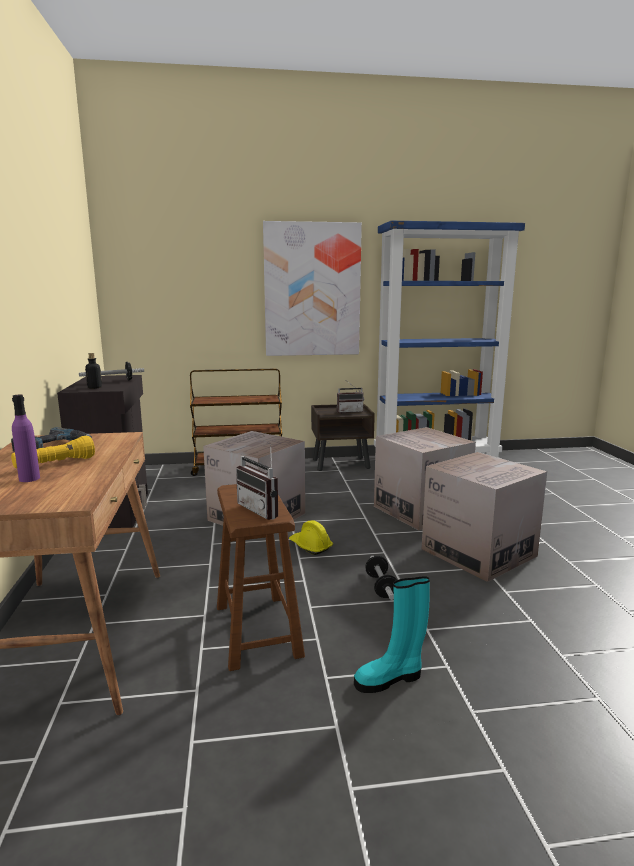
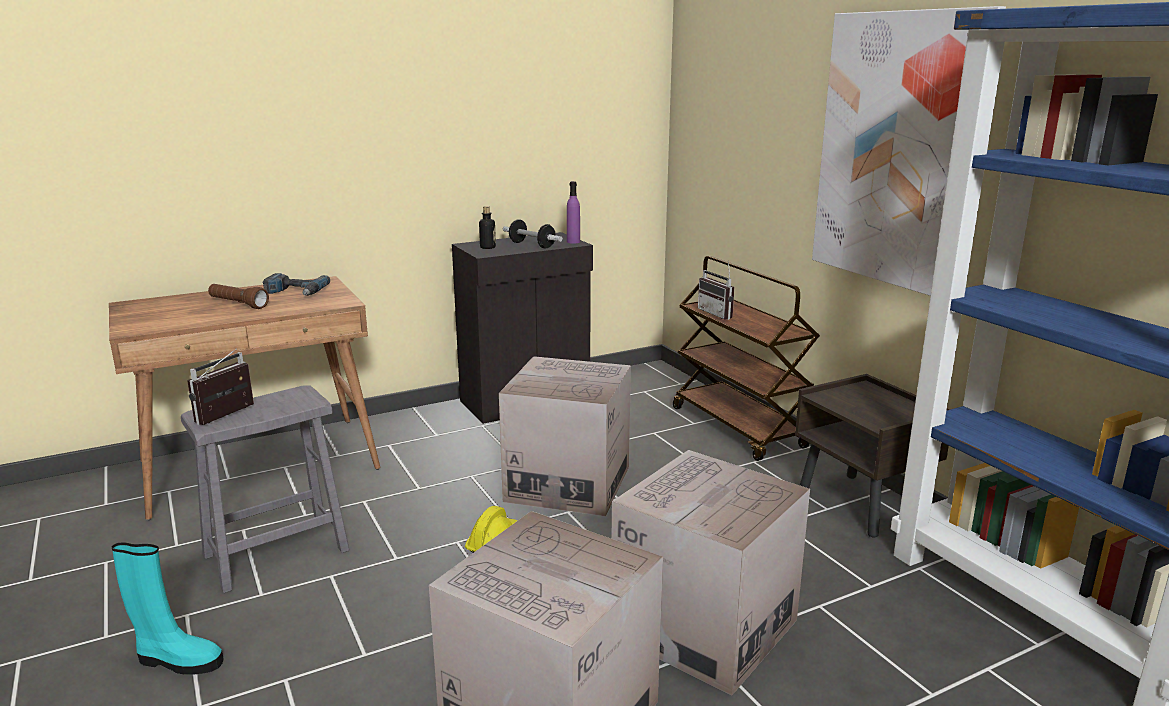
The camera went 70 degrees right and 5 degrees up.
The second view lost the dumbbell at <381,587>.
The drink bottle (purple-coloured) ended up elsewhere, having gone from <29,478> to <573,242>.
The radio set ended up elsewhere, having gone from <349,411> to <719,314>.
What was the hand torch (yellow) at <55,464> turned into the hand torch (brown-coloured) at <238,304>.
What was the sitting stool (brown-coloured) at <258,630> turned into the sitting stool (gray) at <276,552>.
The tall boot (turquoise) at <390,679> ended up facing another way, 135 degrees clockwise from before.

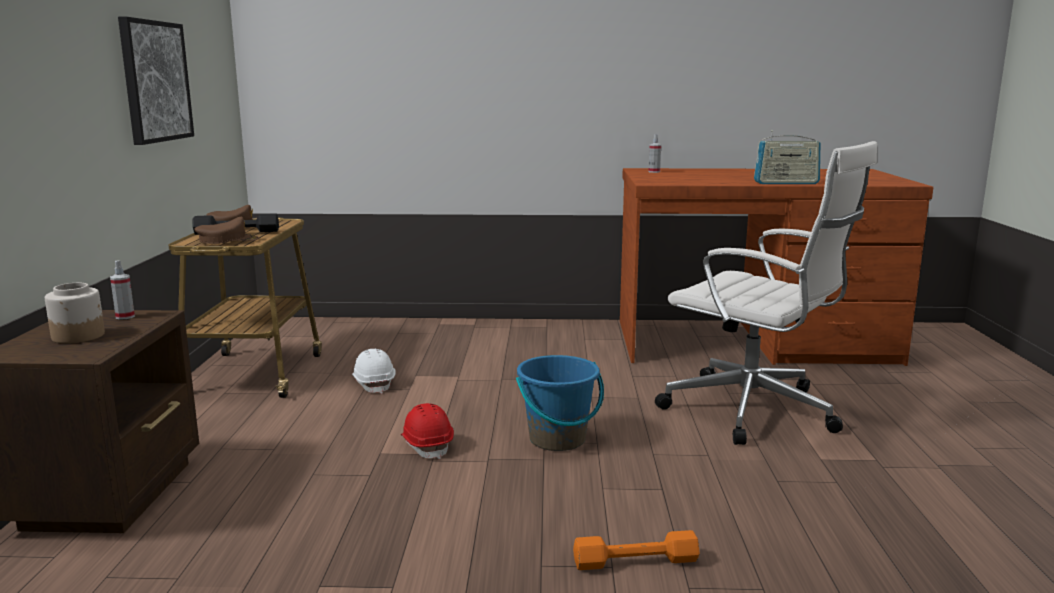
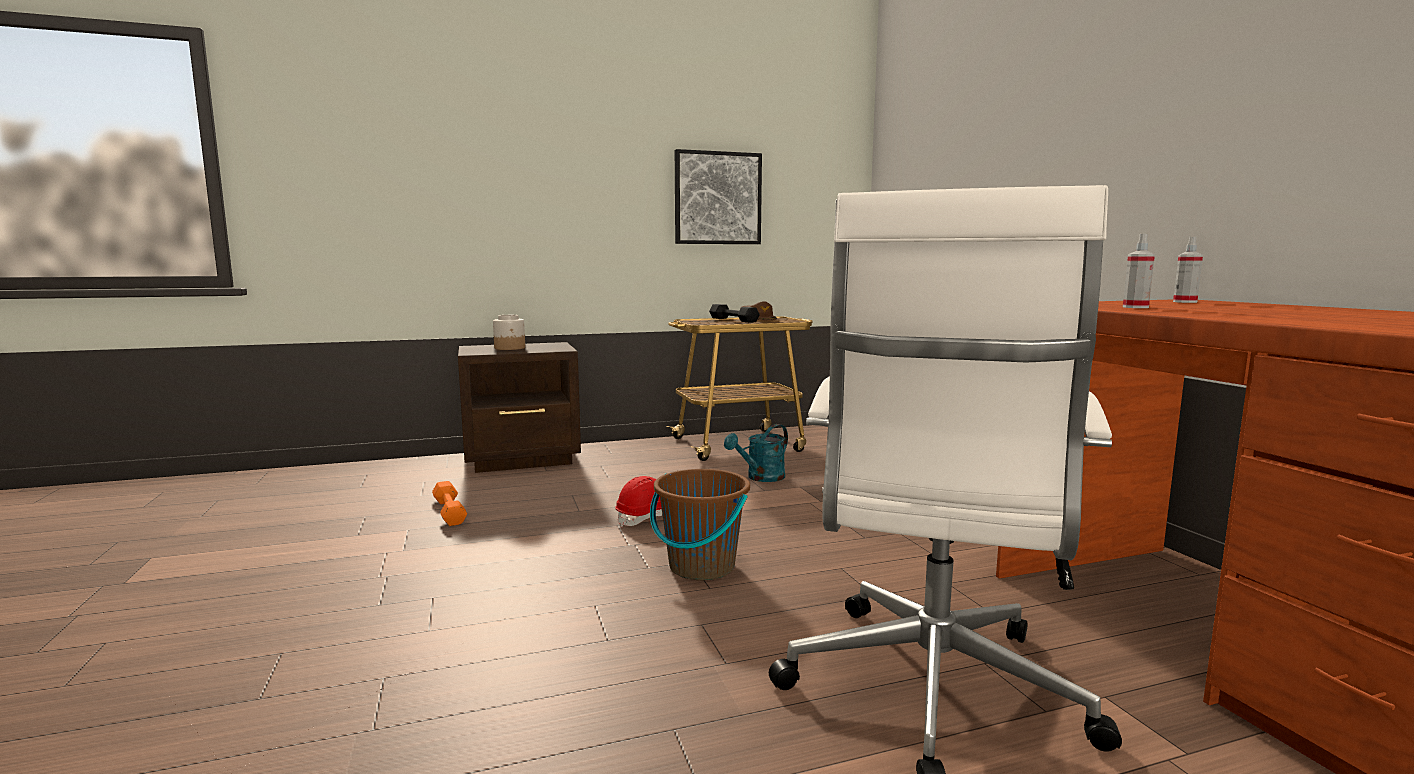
The camera went 70 degrees right and 5 degrees down.
The second view lost the baseball cap (brown-coloured) at <227,240>.
The second view lost the radio set at <786,183>.
The hand sprayer ended up elsewhere, having gone from <125,316> to <1135,307>.
The dumbbell (orange) ended up elsewhere, having gone from <635,561> to <450,511>.
Where the work helmet (white-coloured) stood at <374,384>, the sprinkling can (turquoise) came to stand at <761,478>.
What was the pail (blue) at <557,439> turned into the pail (brown-coloured) at <701,567>.

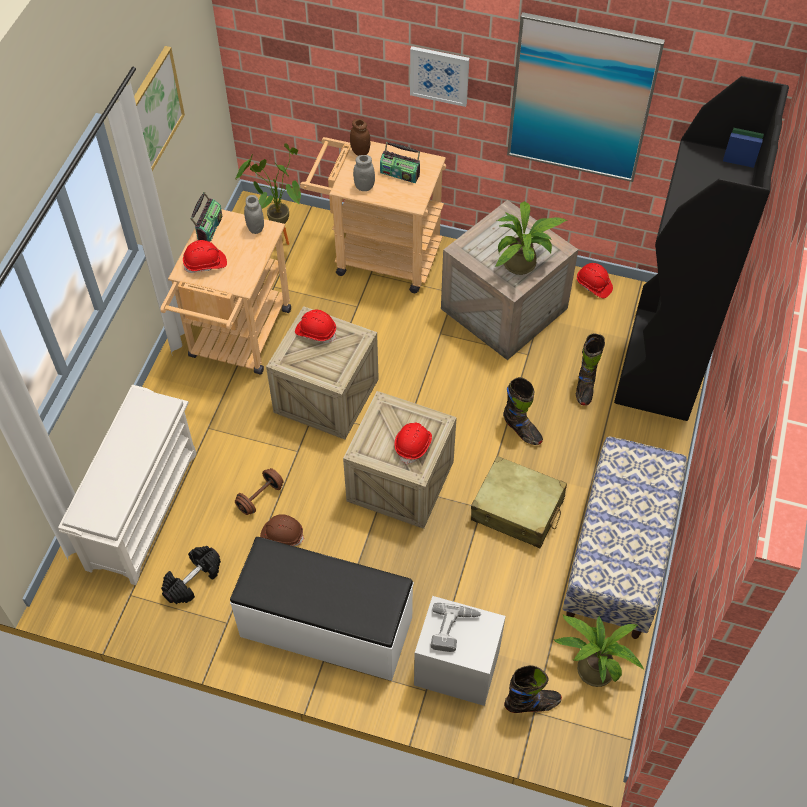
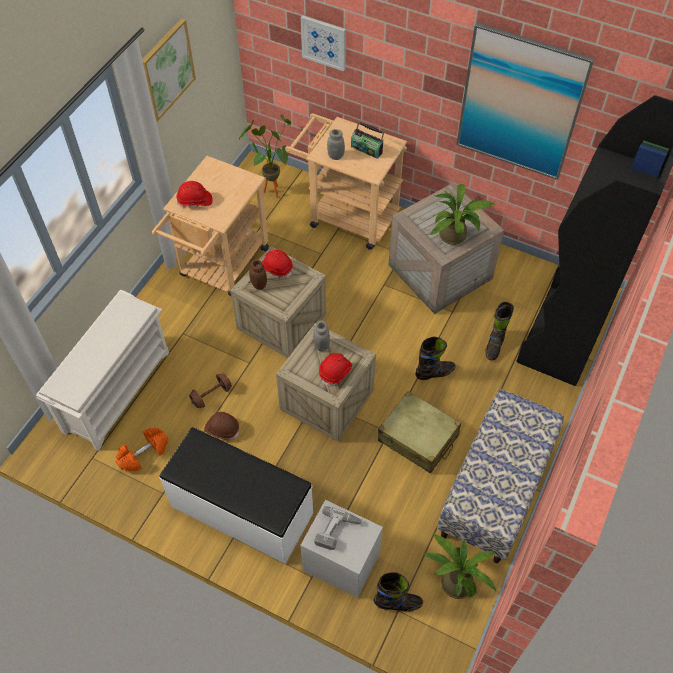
The camera went 10 degrees right and 0 degrees up.
The second view lost the radio set at <209,228>.
The second view lost the work helmet (red) at <593,285>.
The jar (gray) ended up elsewhere, having gone from <255,228> to <321,345>.
The jar (brown-coloured) ended up elsewhere, having gone from <360,152> to <259,285>.
The wall art ended up elsewhere, having gone from <439,75> to <324,42>.
What was the dumbbell (blackish) at <193,580> turned into the dumbbell (orange) at <144,454>.
The tall boot (blackish) at <522,430> ended up facing another way, 75 degrees counterclockwise from before.

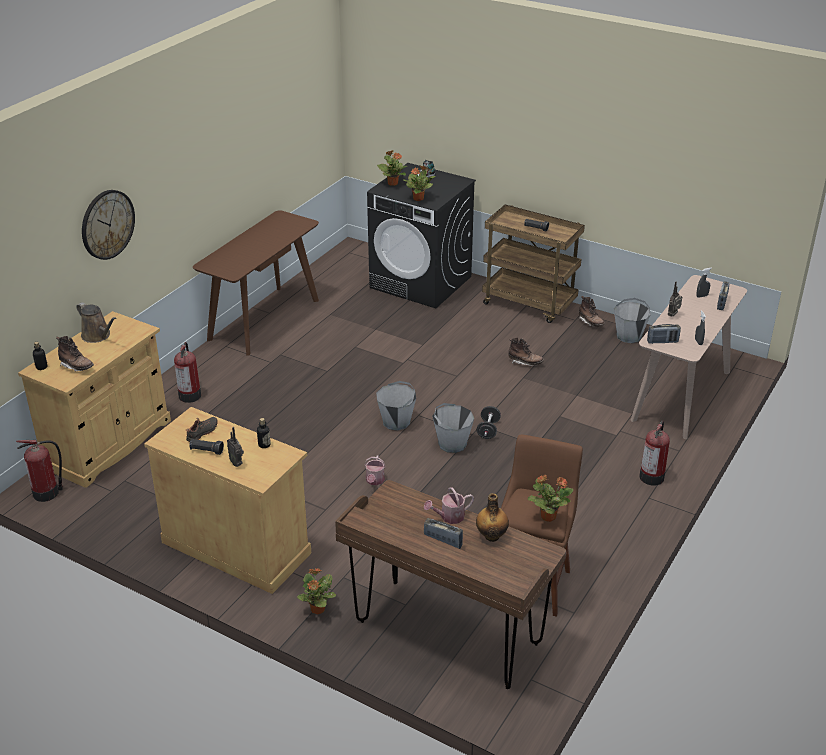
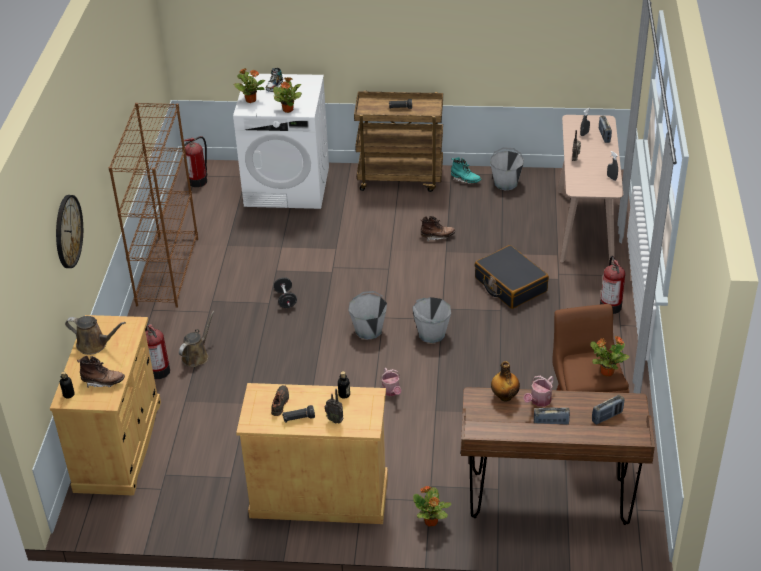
The camera went 25 degrees left and 5 degrees up.
The second view gained the sprinkling can (brown-coloured) at <196,356>.
The second view gained the suitcase (blackish) at <510,285>.
The fire extinguisher ended up elsewhere, having gone from <47,492> to <198,181>.
The drink bottle ended up elsewhere, having gone from <491,536> to <504,396>.
The dumbbell (blackish) ended up elsewhere, having gone from <488,430> to <285,299>.
The radio set ended up elsewhere, having gone from <662,341> to <607,416>.
Where the narrow table (brown-coloured) stood at <263,319>, the shelving unit (brown-coloured) came to stand at <167,271>.
What was the laundry machine (blackish) at <421,282> turned into the laundry machine (white-coloured) at <287,186>.
What was the tall boot (brown-coloured) at <590,322> turned into the tall boot (turquoise) at <465,180>.

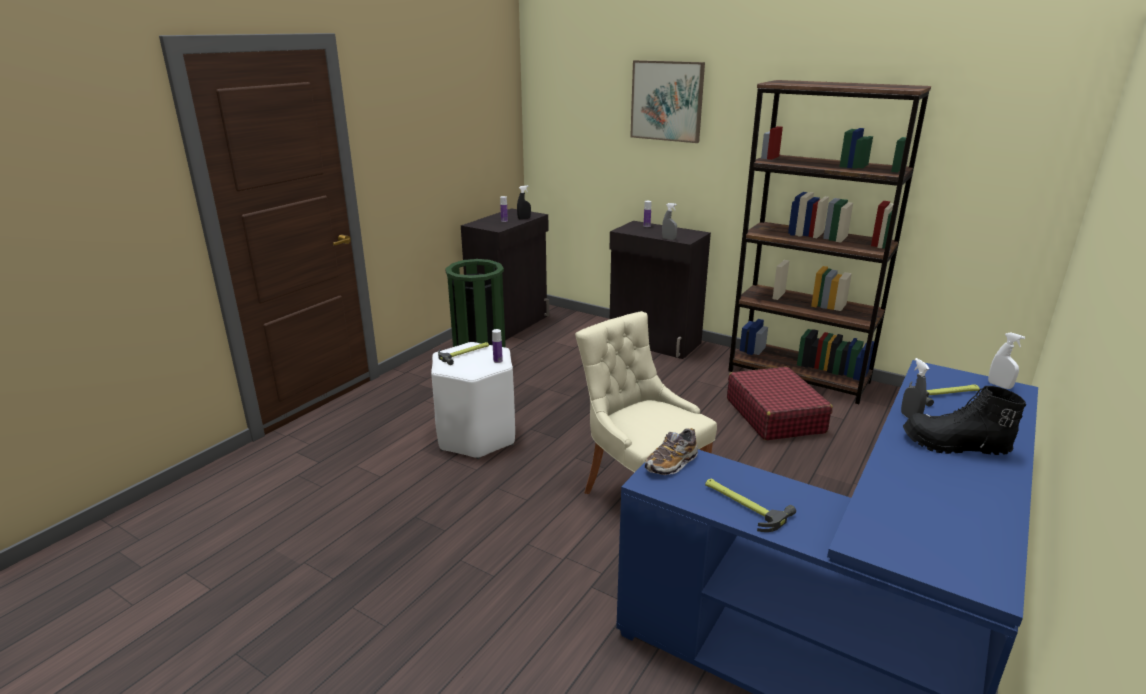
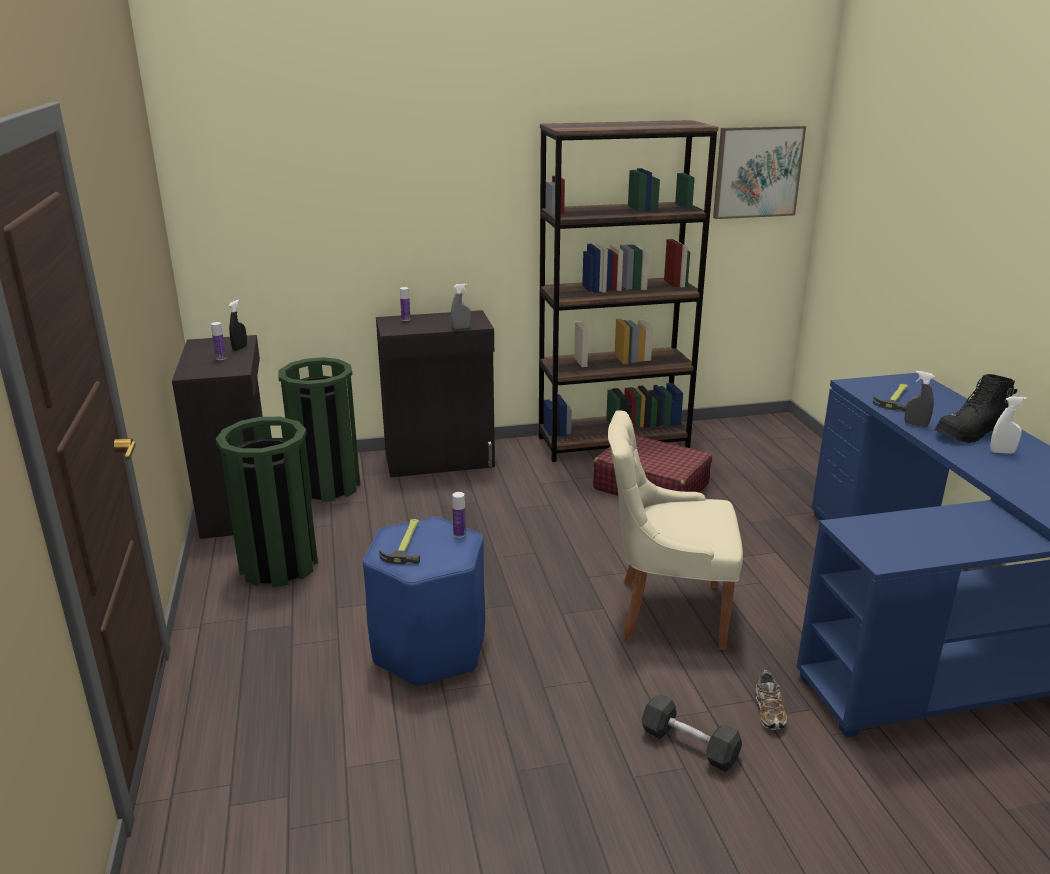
The camera went 45 degrees left and 0 degrees up.
The second view lost the tool hammer at <743,504>.
The second view gained the waste bin (greenish) at <327,486>.
The second view gained the dumbbell (gray) at <689,745>.
The wall art ended up elsewhere, having gone from <667,101> to <757,172>.
The shoe ended up elsewhere, having gone from <671,463> to <769,711>.
The hand sprayer (white-coloured) ended up elsewhere, having gone from <999,385> to <1002,452>.
What was the sitting stool (white-coloured) at <476,436> turned into the sitting stool (blue) at <429,649>.

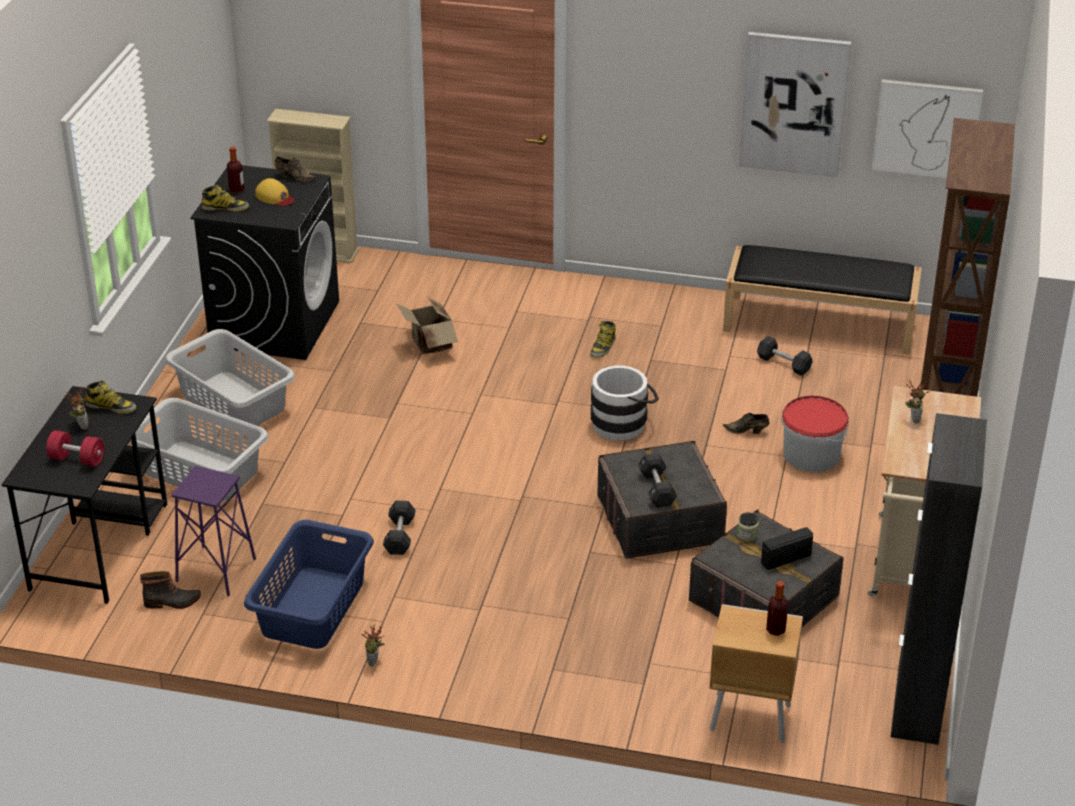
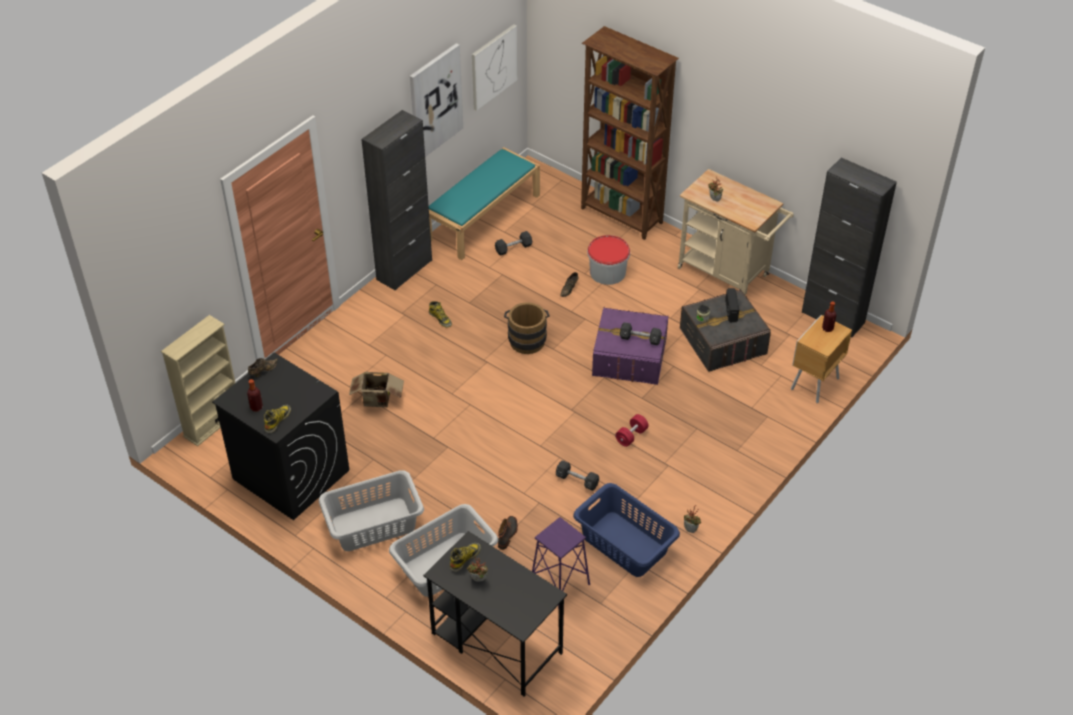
The camera went 65 degrees left and 10 degrees up.
The second view lost the baseball cap (yellow) at <275,197>.
The second view gained the storage cabinet (blackish) at <404,270>.
The dumbbell (red) ended up elsewhere, having gone from <77,459> to <631,436>.
The tall boot ended up elsewhere, having gone from <172,602> to <508,534>.
What was the pail (white-coloured) at <623,423> turned into the pail (brown-coloured) at <526,338>.
What was the storage bin (gray) at <659,519> turned into the storage bin (purple-coloured) at <629,357>.
What was the indoor bench (blackish) at <820,323> turned into the indoor bench (turquoise) at <483,217>.

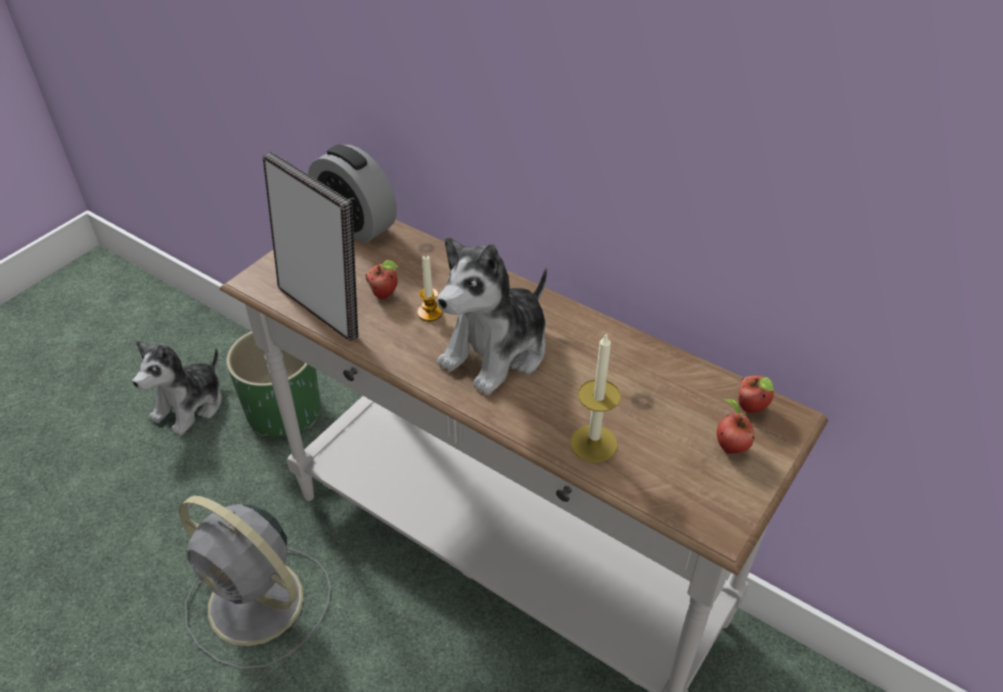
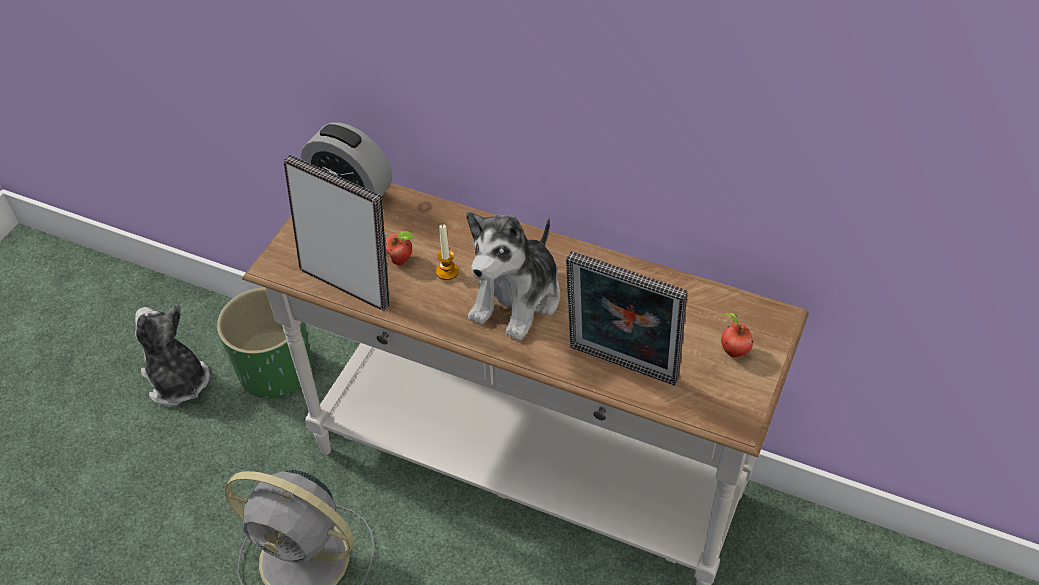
The camera went 10 degrees left and 5 degrees up.
The second view lost the whole apple at <752,408>.
Where the wax light stood at <593,443>, the photo frame came to stand at <620,368>.
The cuddly toy at <190,406> ended up facing another way, 120 degrees clockwise from before.

